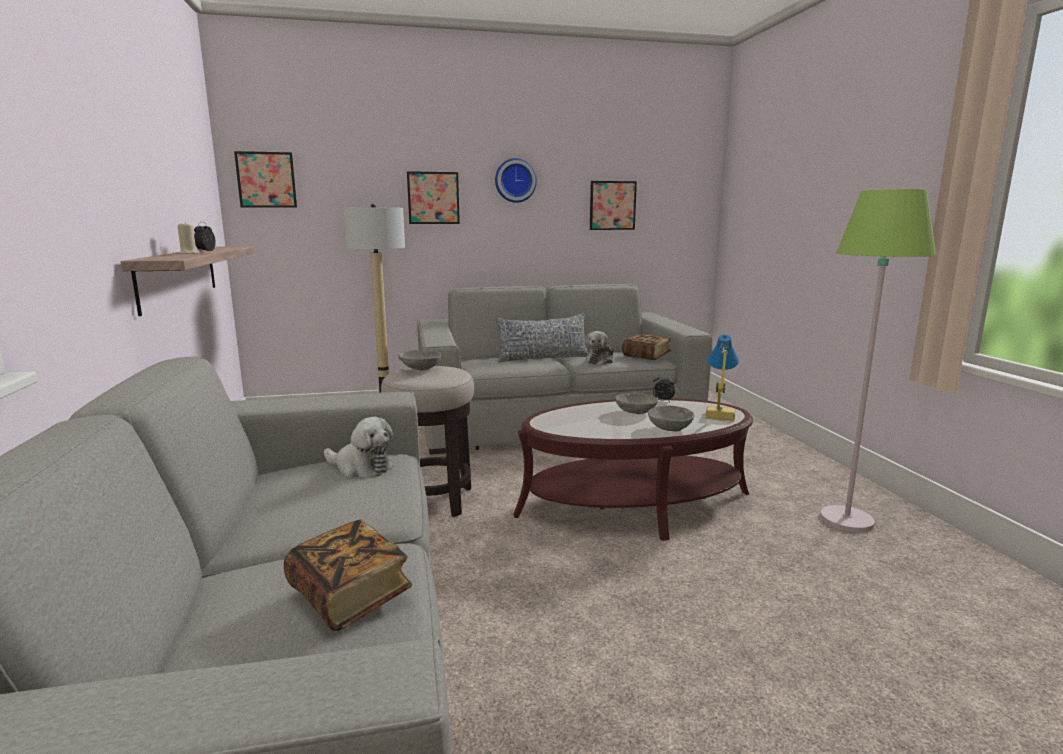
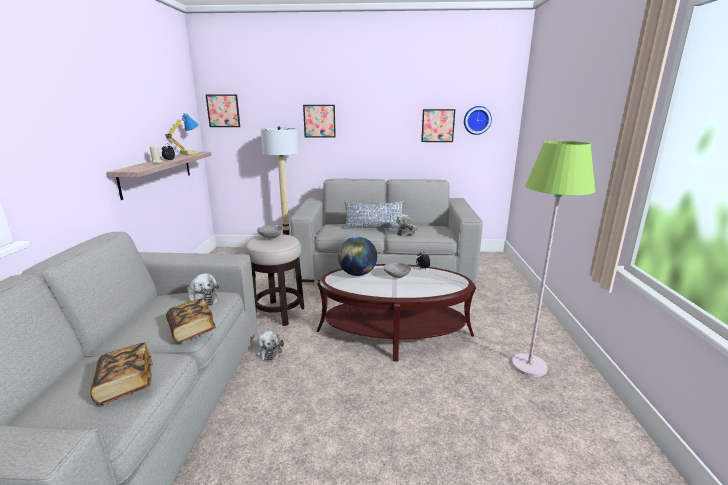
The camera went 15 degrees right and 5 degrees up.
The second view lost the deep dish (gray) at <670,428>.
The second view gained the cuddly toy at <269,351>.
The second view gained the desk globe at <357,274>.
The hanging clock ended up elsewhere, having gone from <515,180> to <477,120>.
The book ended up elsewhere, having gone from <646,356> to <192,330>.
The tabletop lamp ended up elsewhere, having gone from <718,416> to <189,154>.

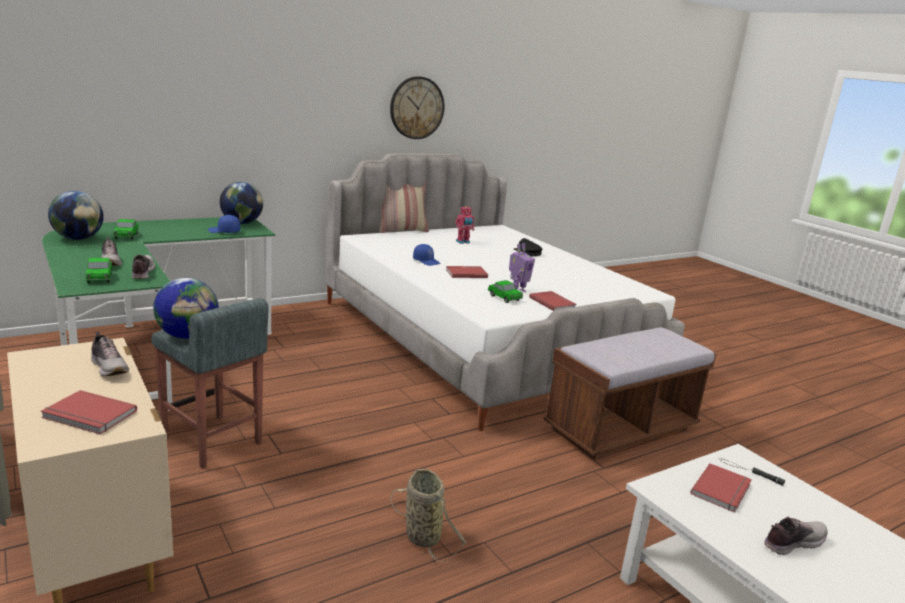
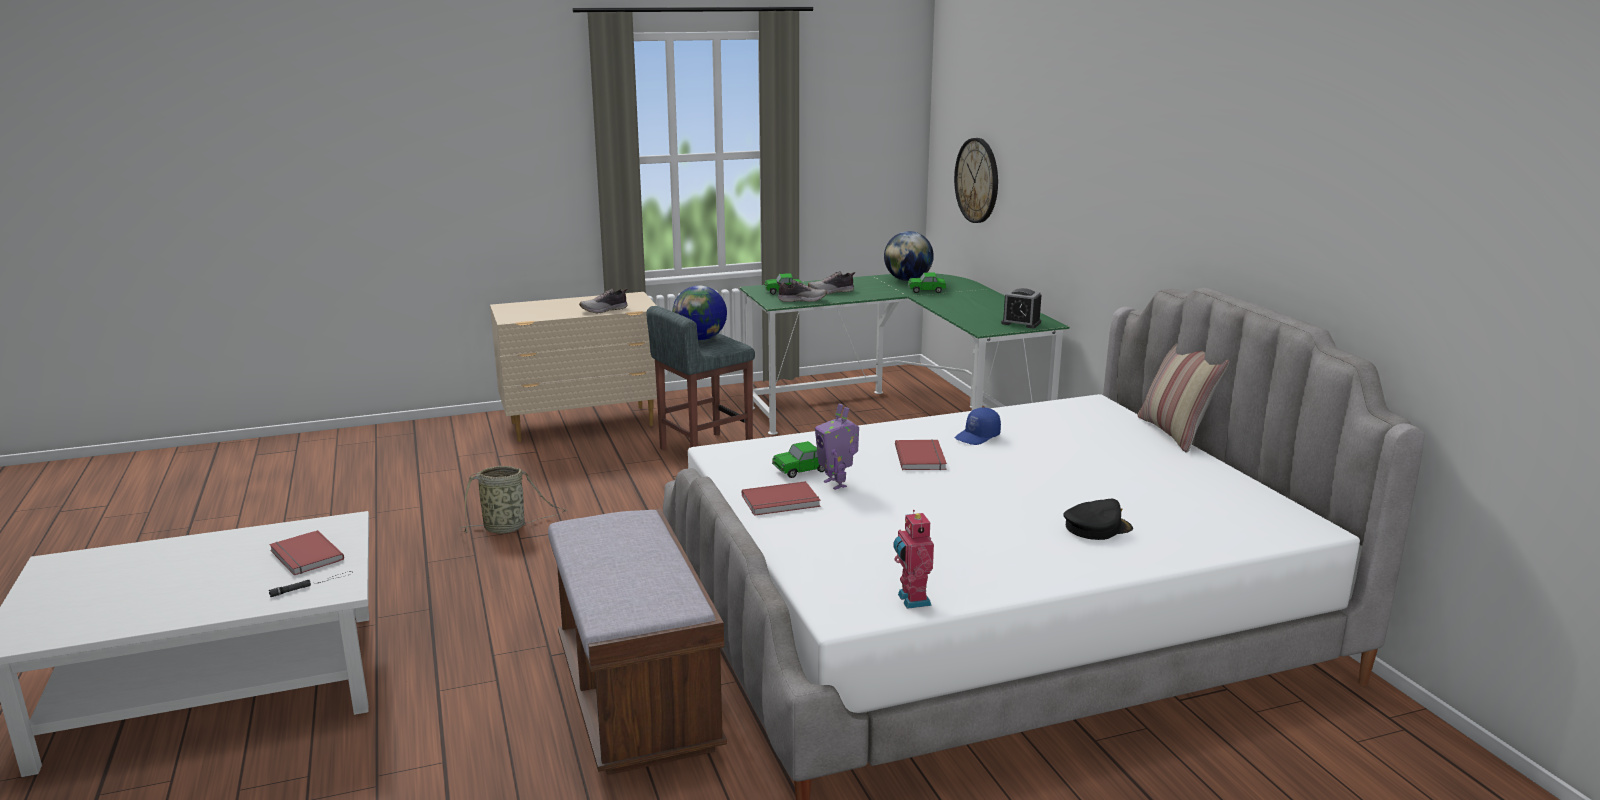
The camera went 105 degrees right and 0 degrees up.
The second view lost the book (red) at <88,416>.
The second view lost the baseball cap (blue) at <224,231>.
The second view lost the shoe at <792,542>.
The hanging clock ended up elsewhere, having gone from <417,108> to <977,180>.
The model robot ended up elsewhere, having gone from <463,242> to <911,600>.
Where the desk globe stood at <241,223>, the bedside clock came to stand at <1021,323>.

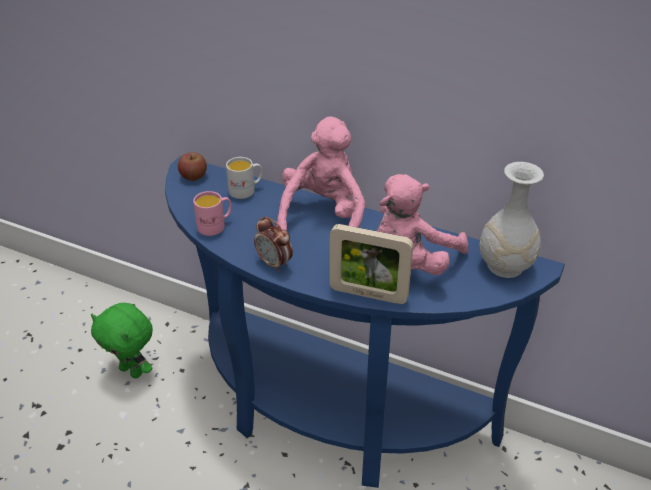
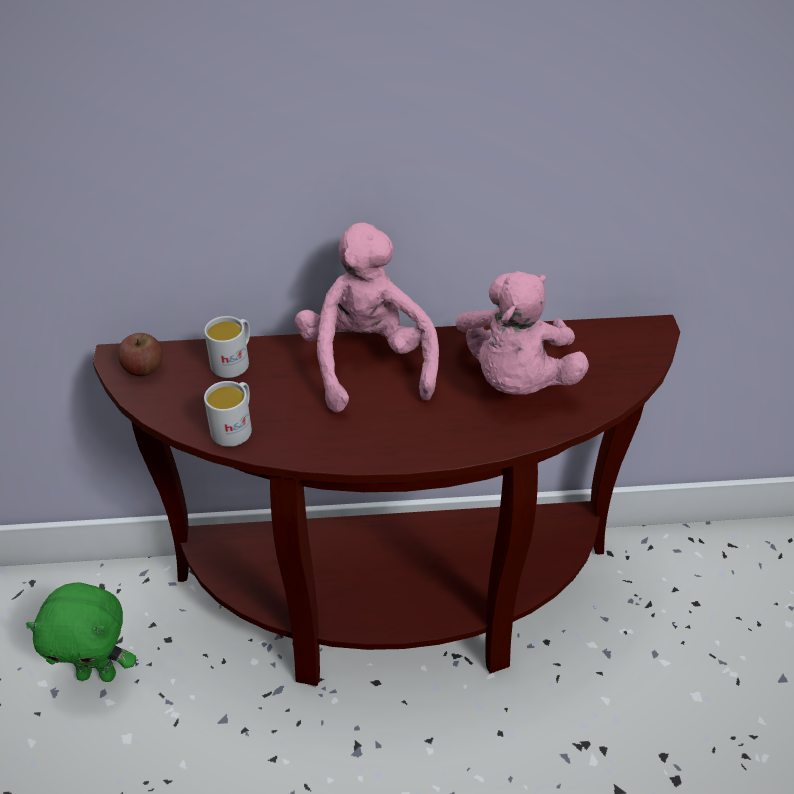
The camera went 30 degrees left and 5 degrees up.
The second view lost the bedside clock at <274,264>.
The second view lost the photo frame at <368,294>.
The second view lost the flower vase (white-coloured) at <504,266>.
What was the narrow table (blue) at <329,413> turned into the narrow table (brown-coloured) at <395,605>.
What was the tea mug (pink-coloured) at <215,226> turned into the tea mug (white-coloured) at <235,427>.

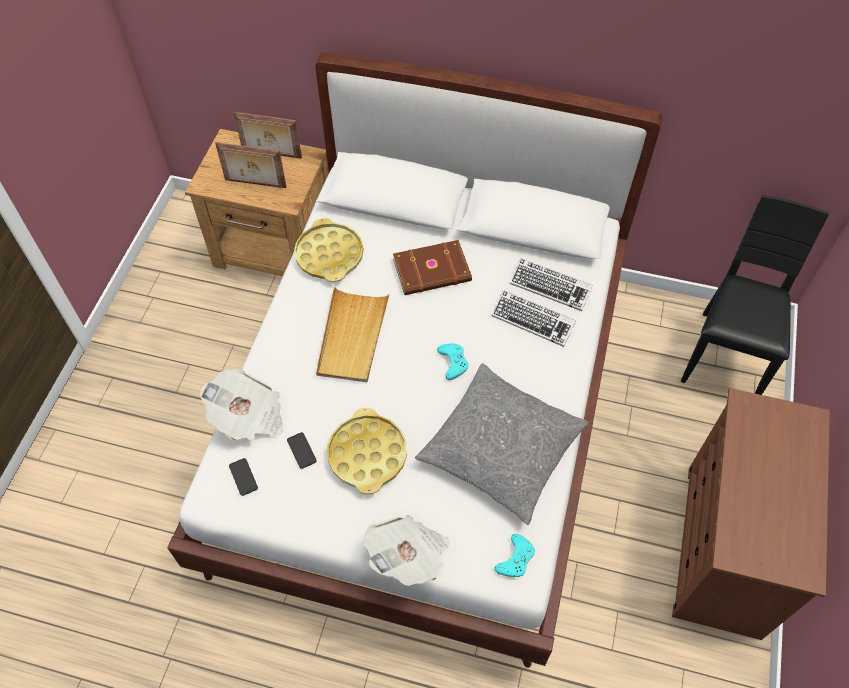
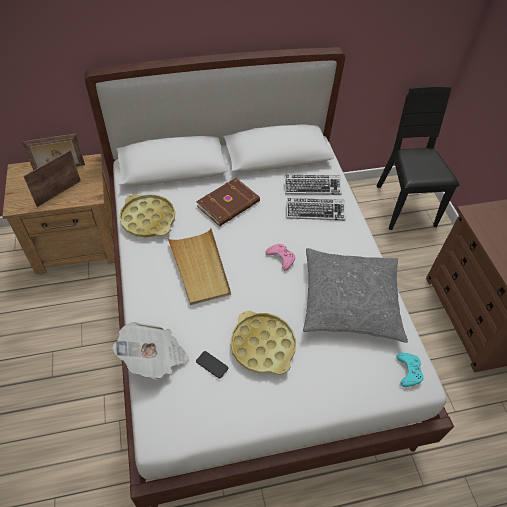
The camera went 30 degrees left and 5 degrees down.
The second view lost the telephone at <243,477>.
The second view lost the printed paper at <409,556>.
What was the joypad (turquoise) at <453,362> turned into the joypad (pink-coloured) at <281,257>.
The photo frame at <255,184> ended up facing another way, 150 degrees clockwise from before.

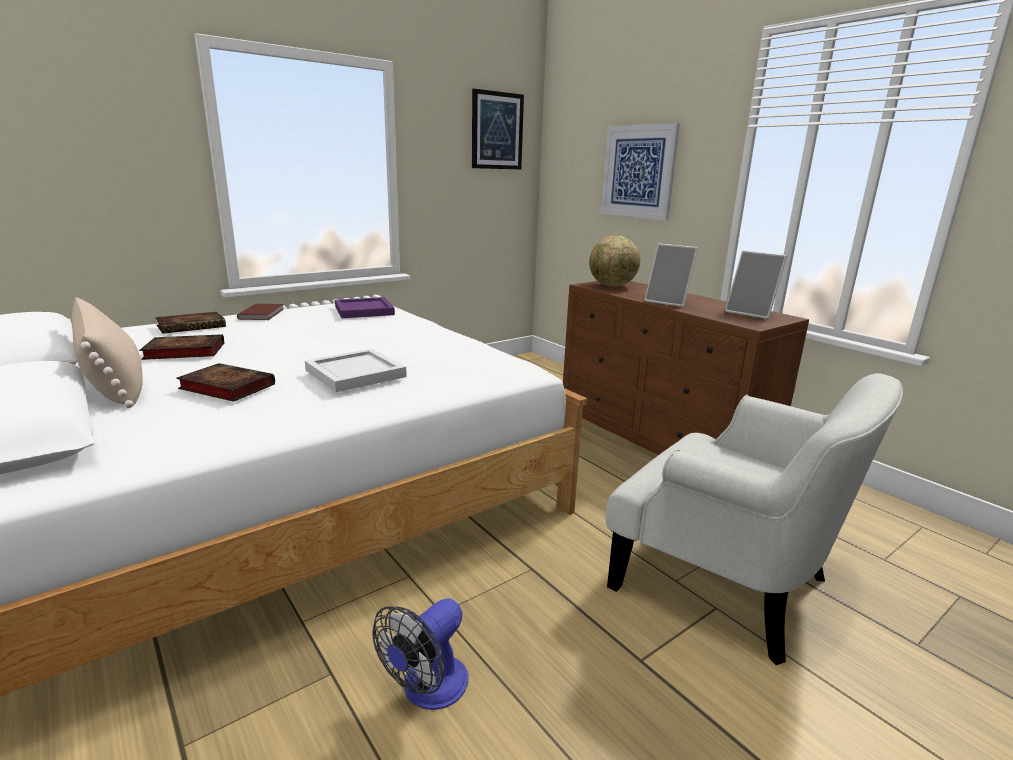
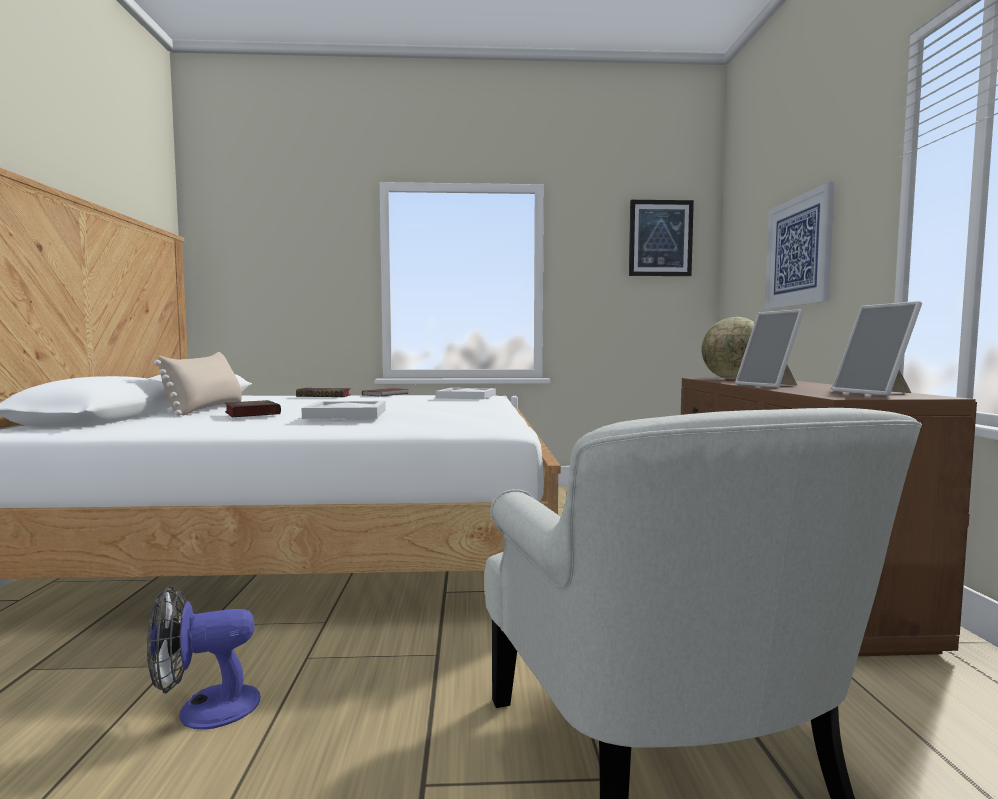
The camera went 35 degrees right and 15 degrees down.
The second view lost the book at <182,352>.
What was the carrying tray (purple-coloured) at <363,311> turned into the carrying tray (white-coloured) at <465,396>.

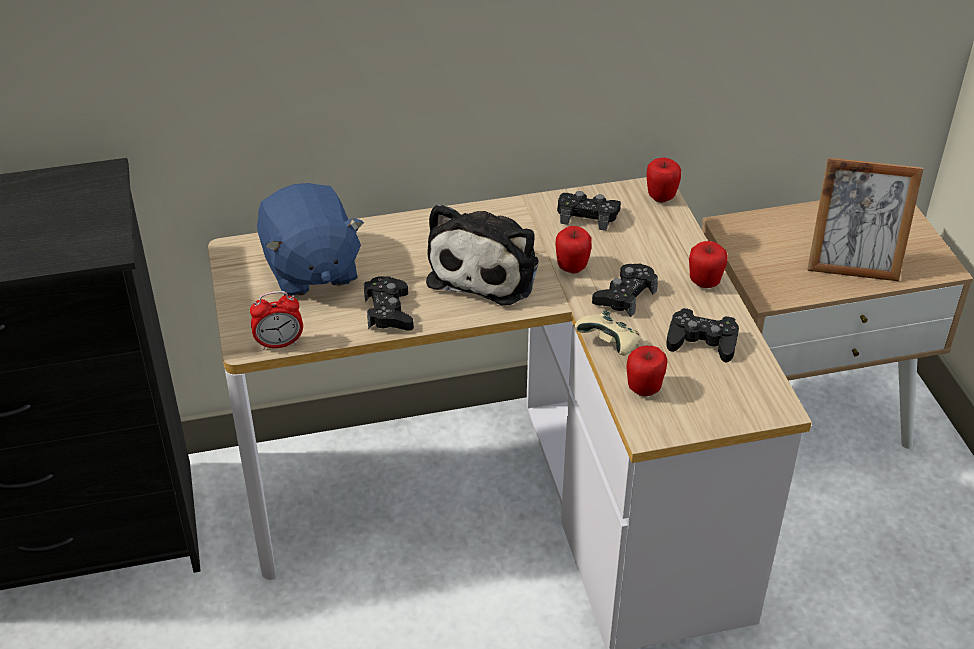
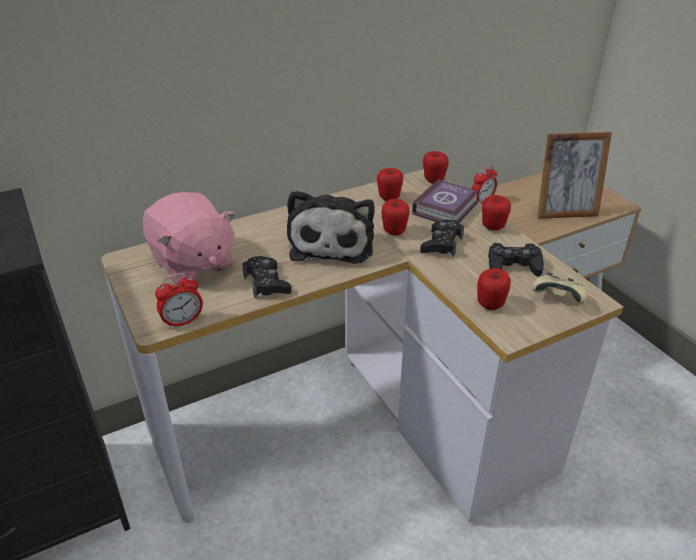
The camera went 15 degrees left and 5 degrees down.
The second view gained the book at <447,208>.
The second view gained the bedside clock at <482,202>.
The joypad (beige-coloured) ended up elsewhere, having gone from <610,345> to <558,299>.
Where the joypad (blackish) stood at <587,215>, the whole apple came to stand at <389,198>.
What was the cuddly toy (blue) at <310,270> turned into the cuddly toy (pink-coloured) at <192,263>.

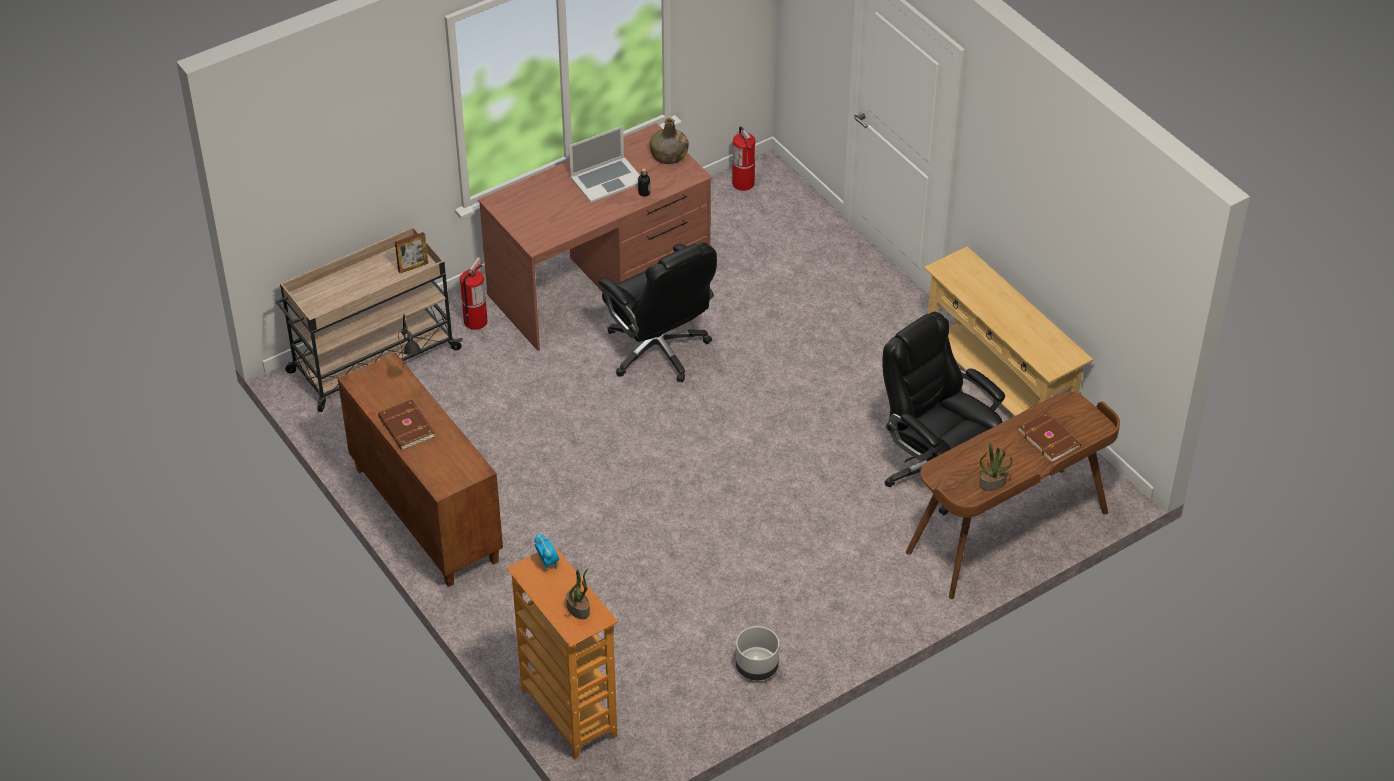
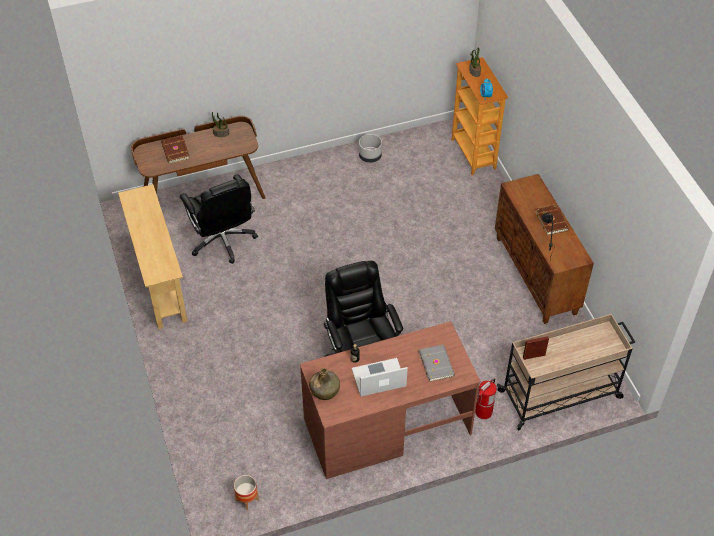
The camera went 165 degrees left and 5 degrees up.
The second view gained the book (gray) at <437,364>.
Where the fire extinguisher stood at <743,184>, the planter came to stand at <247,499>.

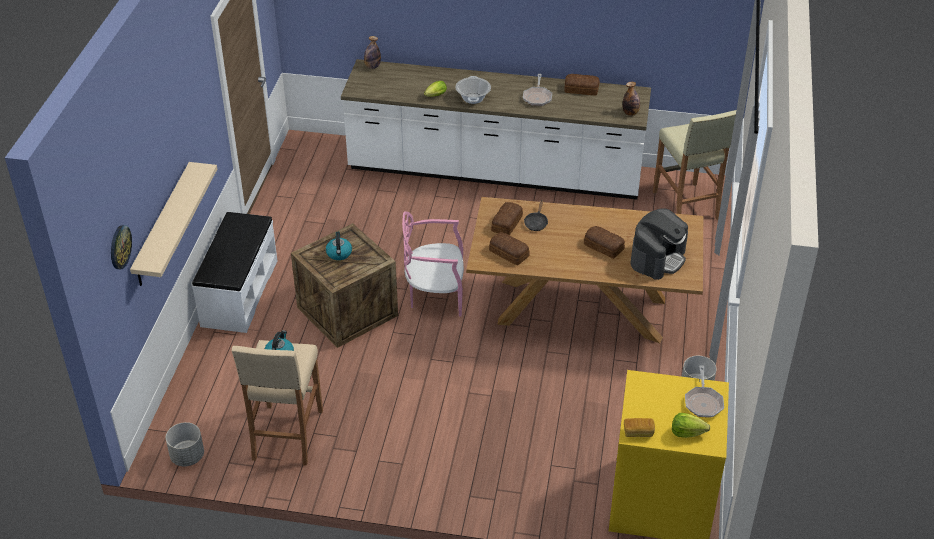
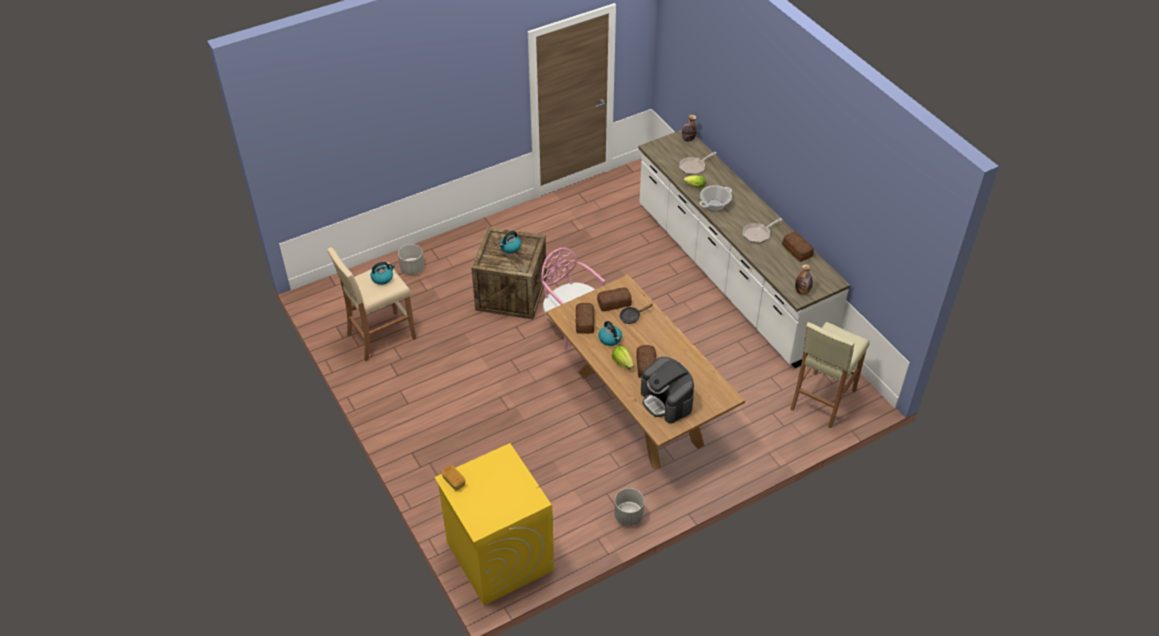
The camera went 50 degrees right and 5 degrees up.
The second view lost the hanging clock at <119,247>.
The second view lost the bracket shelf (beige-coloured) at <163,225>.
The second view lost the indoor bench (white-coloured) at <239,293>.
The second view gained the tea kettle at <610,339>.
The planter (gray) ended up elsewhere, having gone from <187,456> to <412,268>.
The head of lettuce ended up elsewhere, having gone from <687,432> to <623,363>.
The skillet ended up elsewhere, having gone from <703,402> to <694,167>.
The coffee machine at <658,258> ended up facing another way, 60 degrees clockwise from before.

